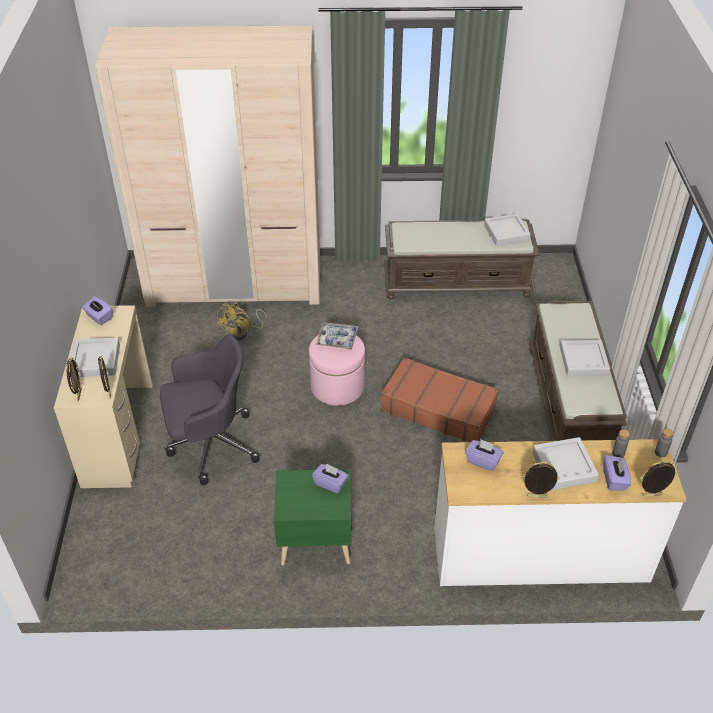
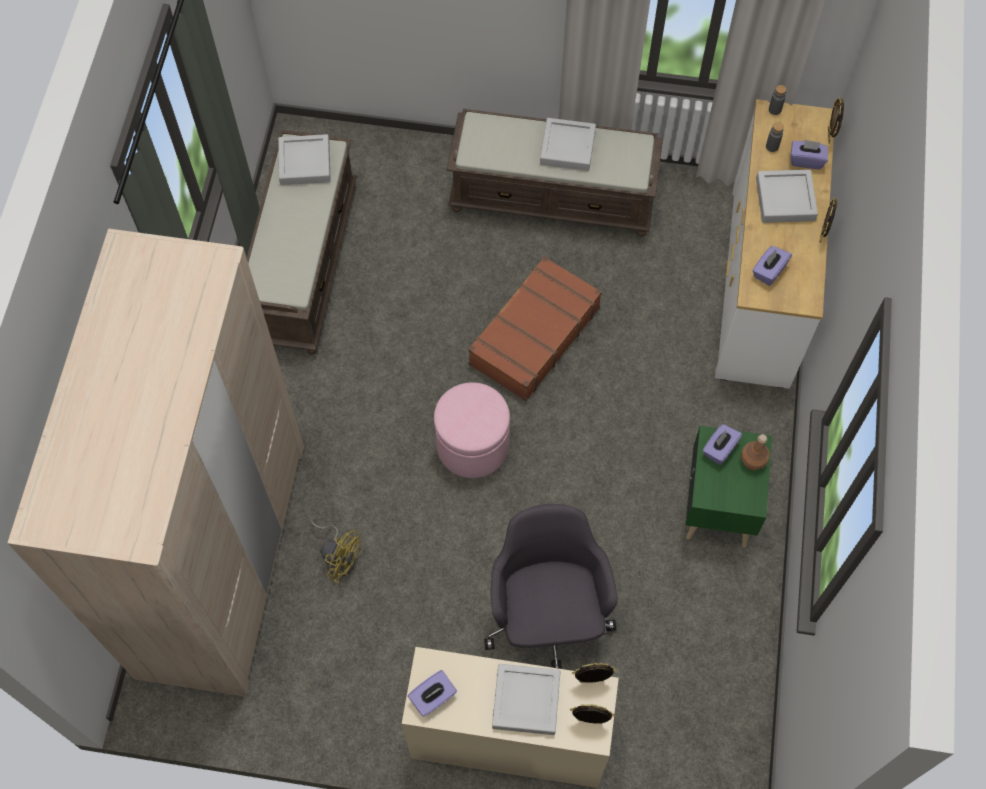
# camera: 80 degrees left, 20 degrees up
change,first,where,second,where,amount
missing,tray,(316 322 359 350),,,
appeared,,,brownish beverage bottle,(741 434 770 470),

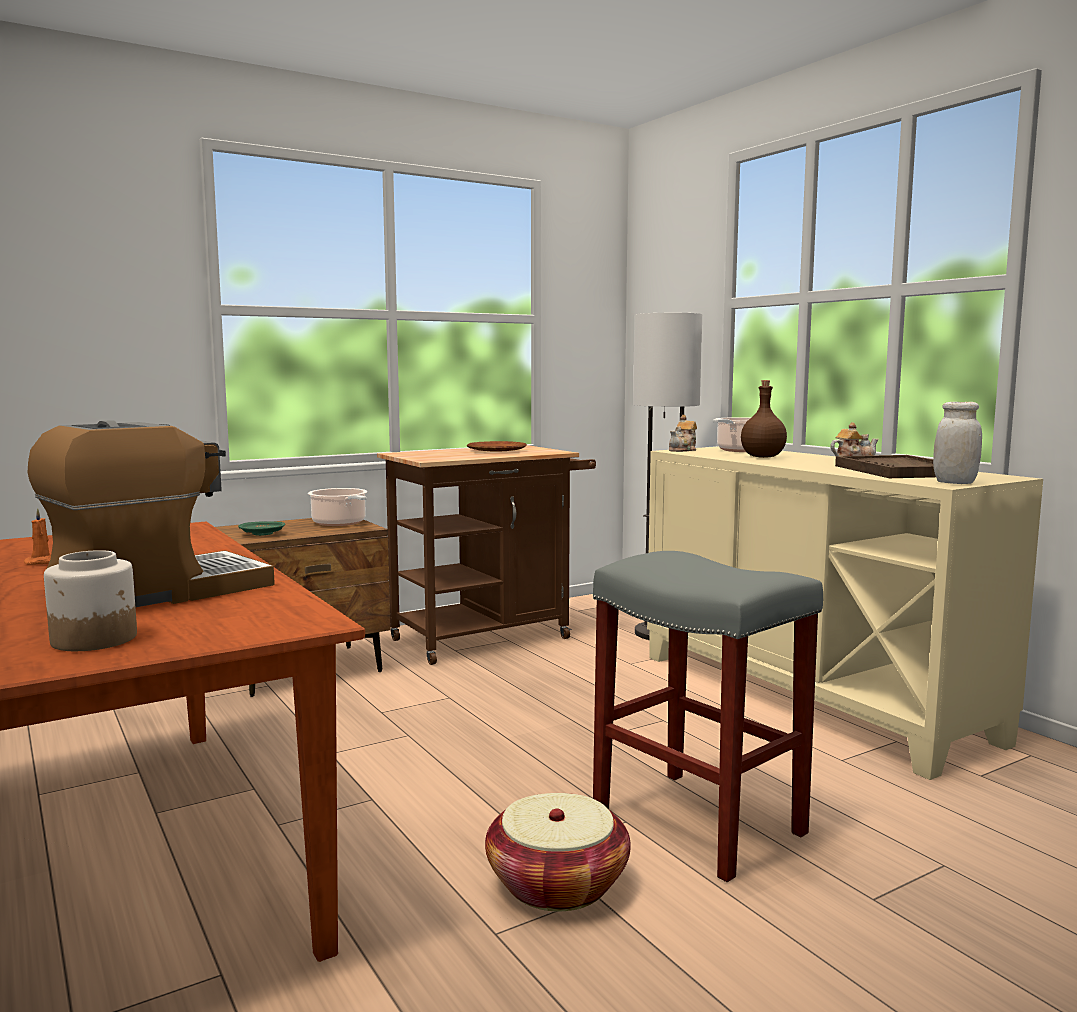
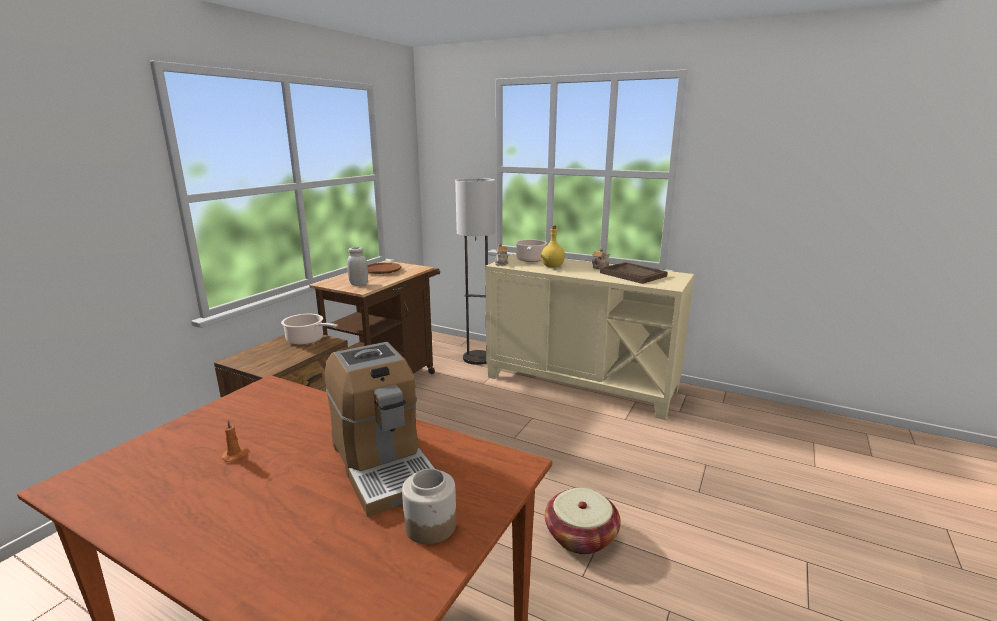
# camera: 30 degrees left, 10 degrees up
change,first,where,second,where,amount
missing,green dinner plate,(238 521 285 536),,,
missing,greyish stool,(593 551 823 882),,,
relocated,whitish preserve jar,(933 402 982 484),,(347 247 368 286),
colour,brownish beverage bottle,(741 380 787 458),yellow-coloured beverage bottle,(541 226 565 268),
spun,coffee machine,(28 420 275 607),,(325 342 435 517),135 degrees clockwise

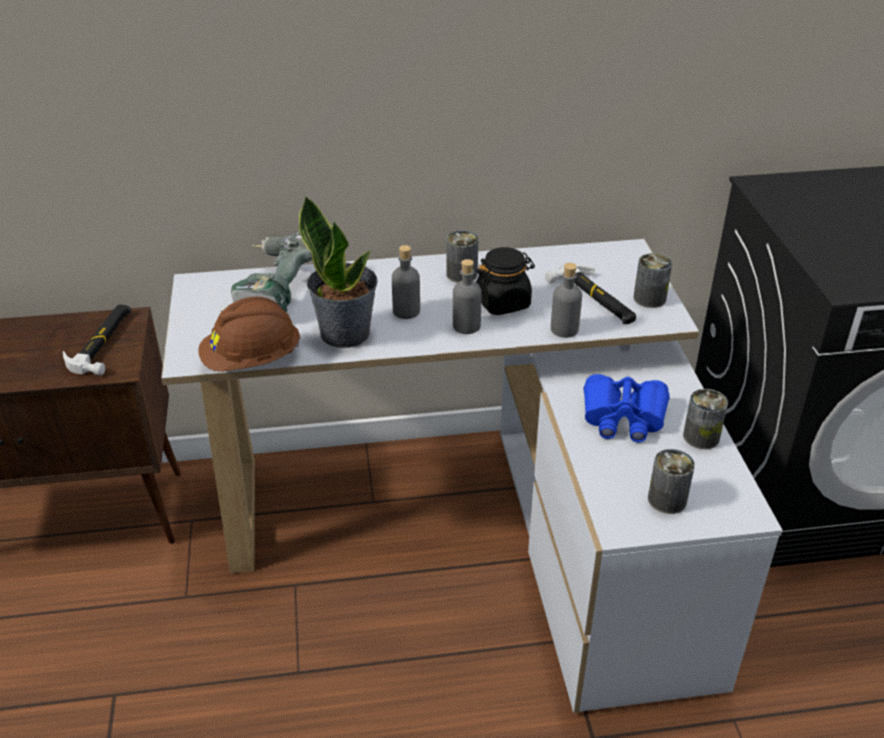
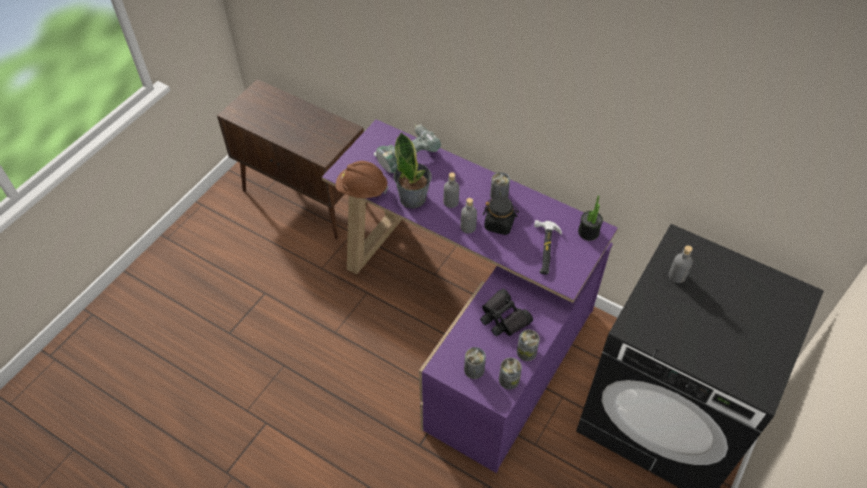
# camera: 40 degrees right, 15 degrees up
change,first,where,second,where,amount
missing,hand hammer,(63 305 131 375),,,
appeared,,,potted plant,(578 195 603 241),
relocated,greyish beverage bottle,(551 263 582 338),,(669 245 693 283),
relocated,can,(634 253 672 308),,(499 358 522 390),
colour,whitish desk table,(161 239 783 713),purplish desk table,(322 119 618 473),
colour,blue binoculars,(583 374 670 443),black-coloured binoculars,(480 289 533 336),

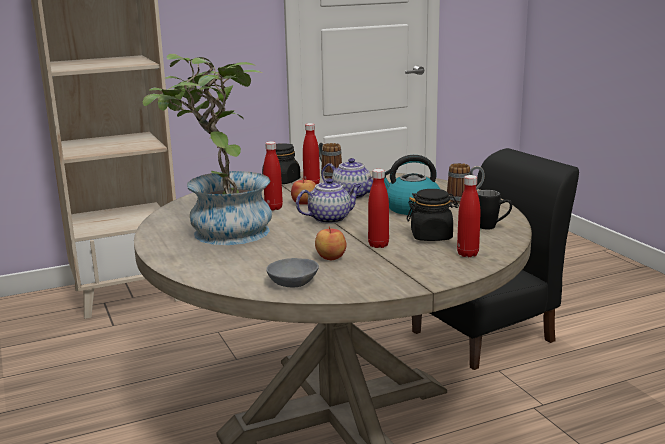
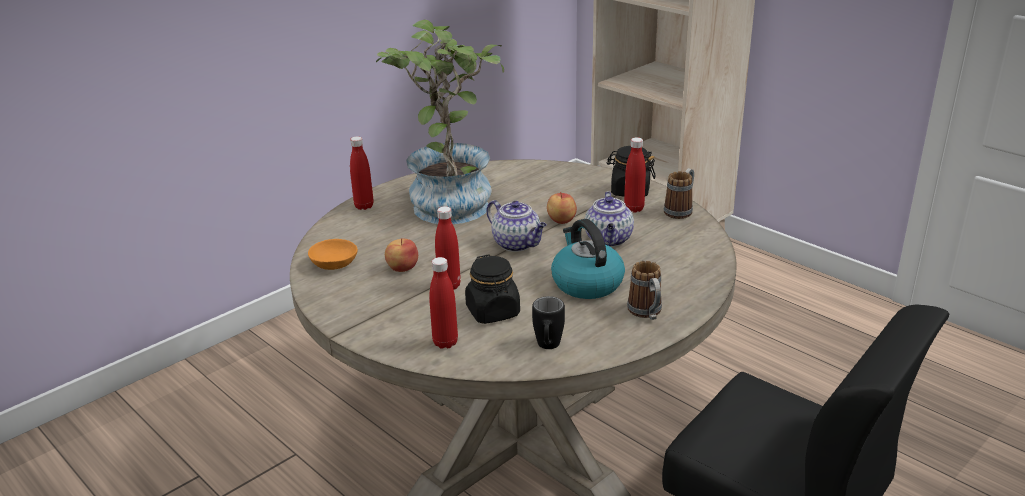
# camera: 70 degrees right, 10 degrees up
change,first,where,second,where,amount
relocated,reddish beverage bottle,(263 141 283 210),,(350 136 374 210),
colour,greyish serving bowl,(266 258 319 287),orange serving bowl,(308 239 358 270),

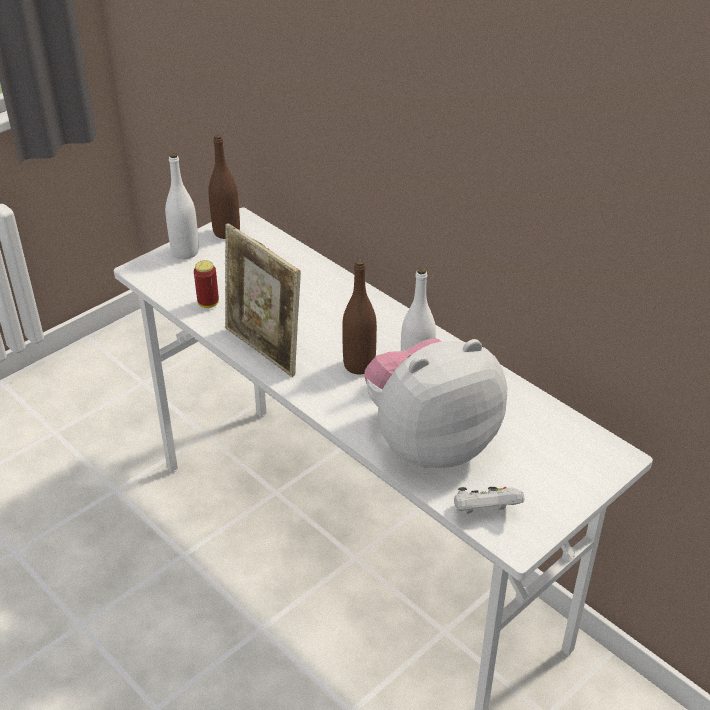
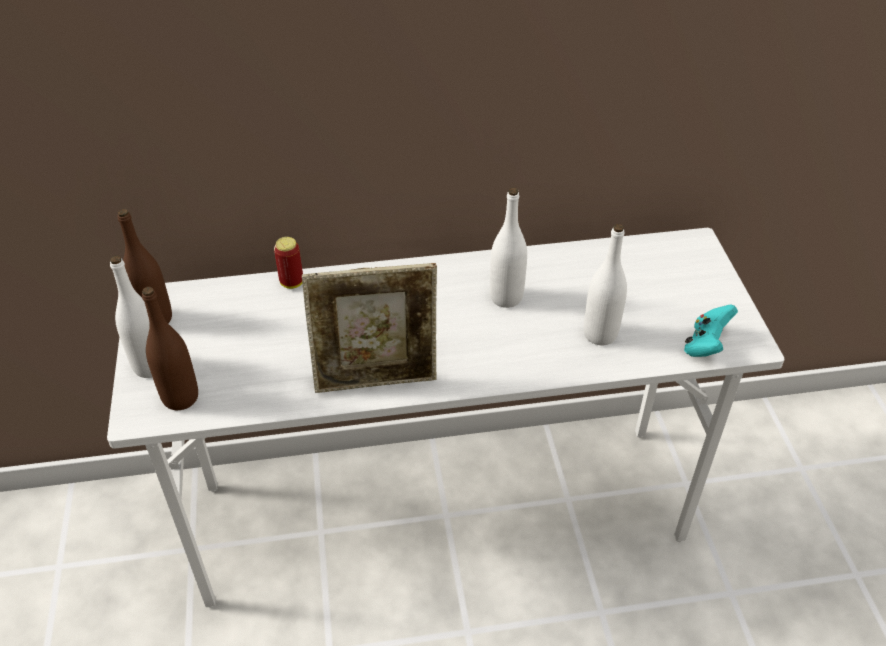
# camera: 55 degrees left, 5 degrees up
change,first,where,second,where,amount
relocated,can,(194 260 219 308),,(274 237 303 289),
relocated,brownish beverage bottle,(342 259 377 374),,(142 287 198 410),
exchanged,cuddly toy,(364 338 507 468),whitish beverage bottle,(584 224 627 345),
colour,whitish joypad,(454 487 524 514),turquoise joypad,(684 304 738 357),

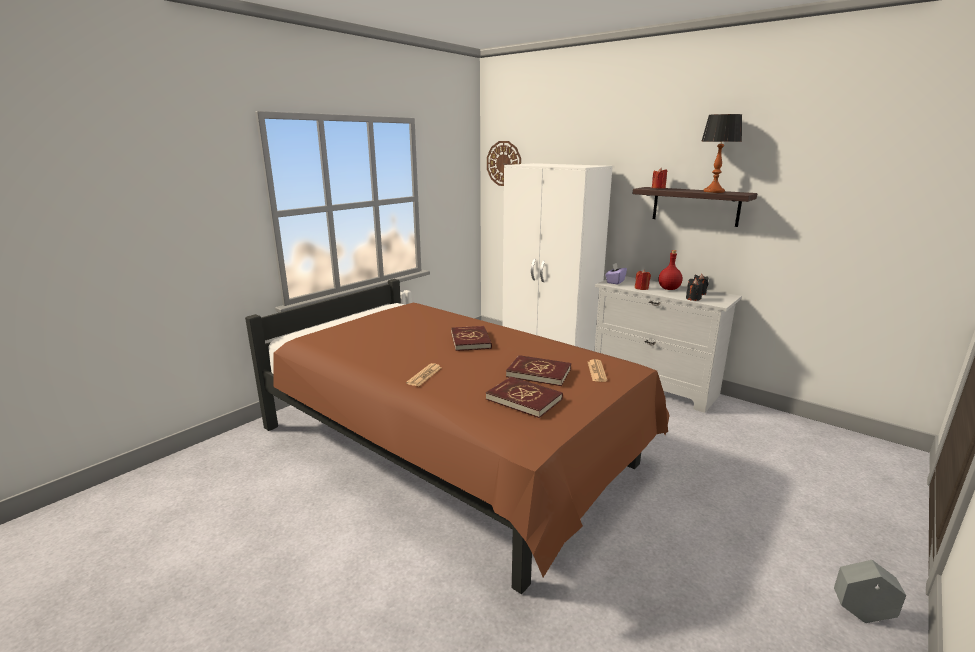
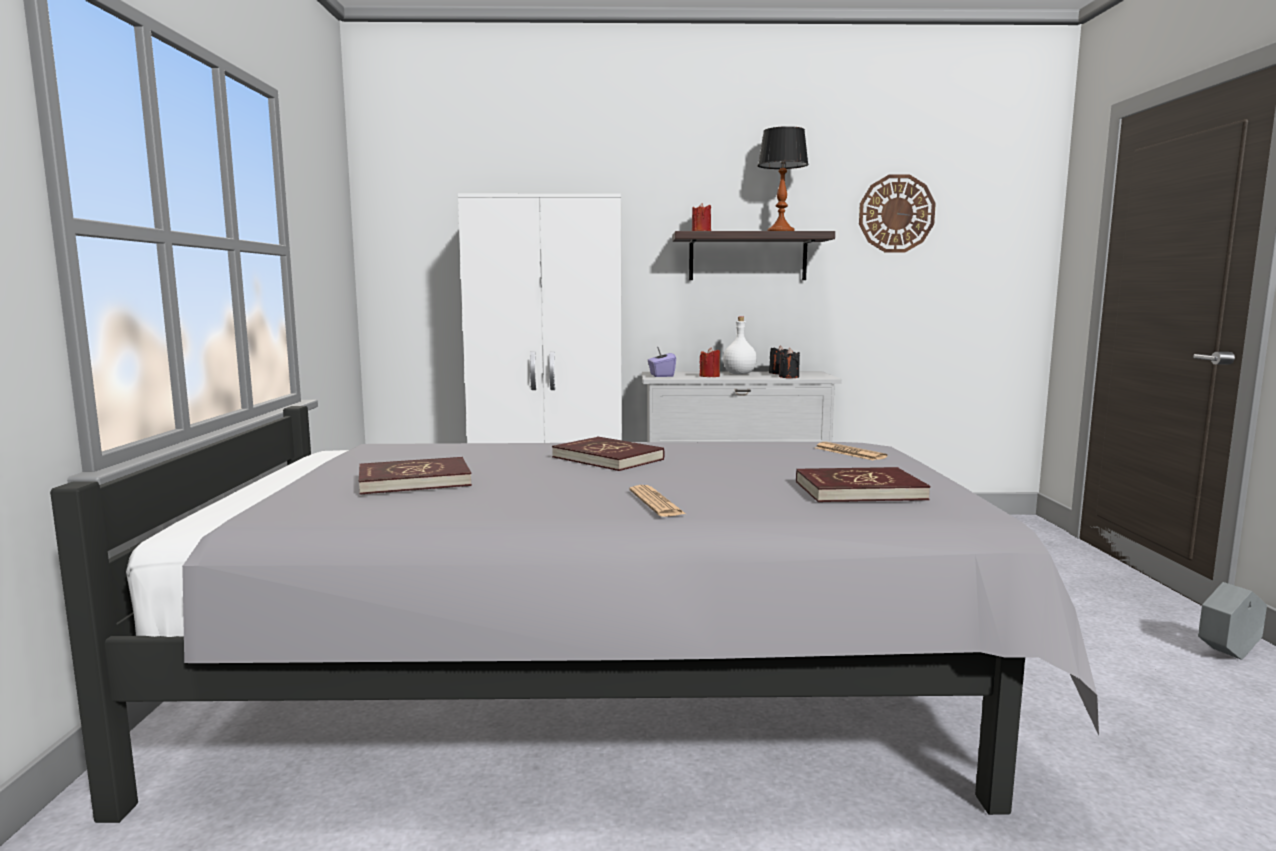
# camera: 40 degrees left, 10 degrees down
change,first,where,second,where,amount
relocated,wall clock,(487 141 521 186),,(859 174 936 253),
relocated,reddish volume,(506 355 571 386),,(359 457 472 495),
colour,brownish bed,(245 279 670 594),greyish bed,(50 406 1099 823),
colour,reddish beverage bottle,(659 250 682 290),whitish beverage bottle,(723 317 757 375),

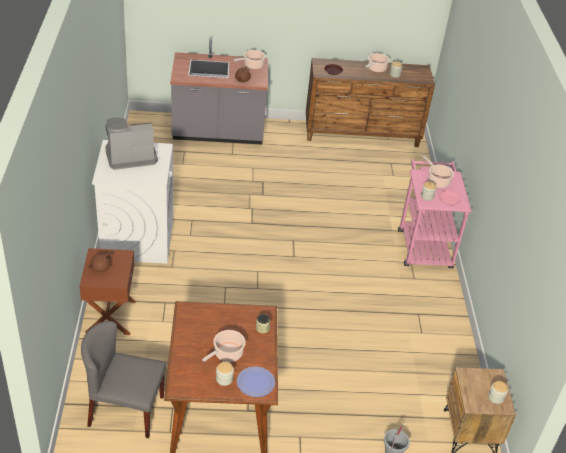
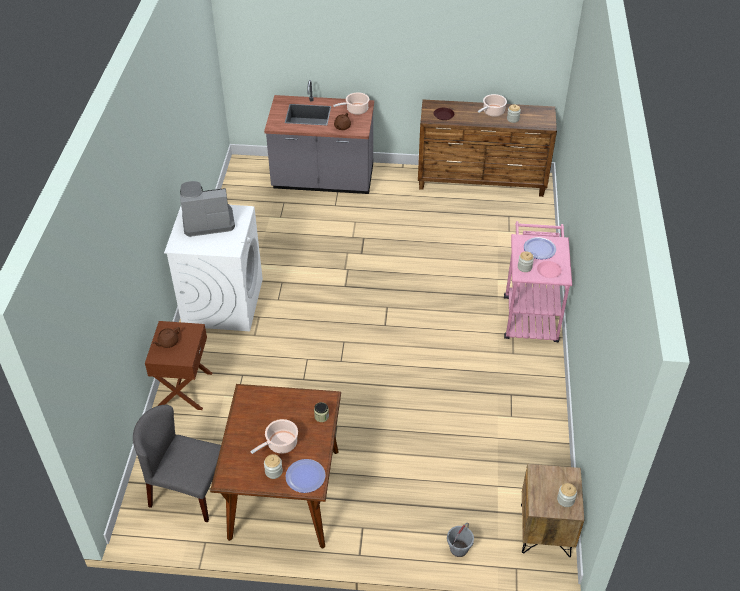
# camera: 10 degrees right, 5 degrees up
change,first,where,second,where,amount
exchanged,stockpot,(423 156 454 188),dinner plate,(524 237 556 259),

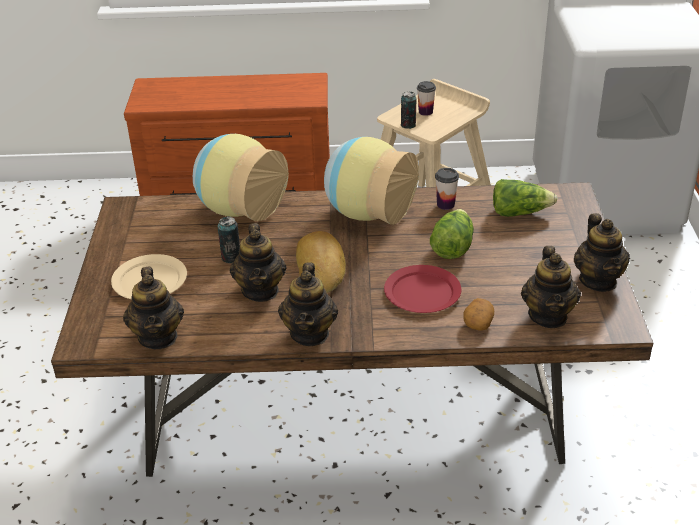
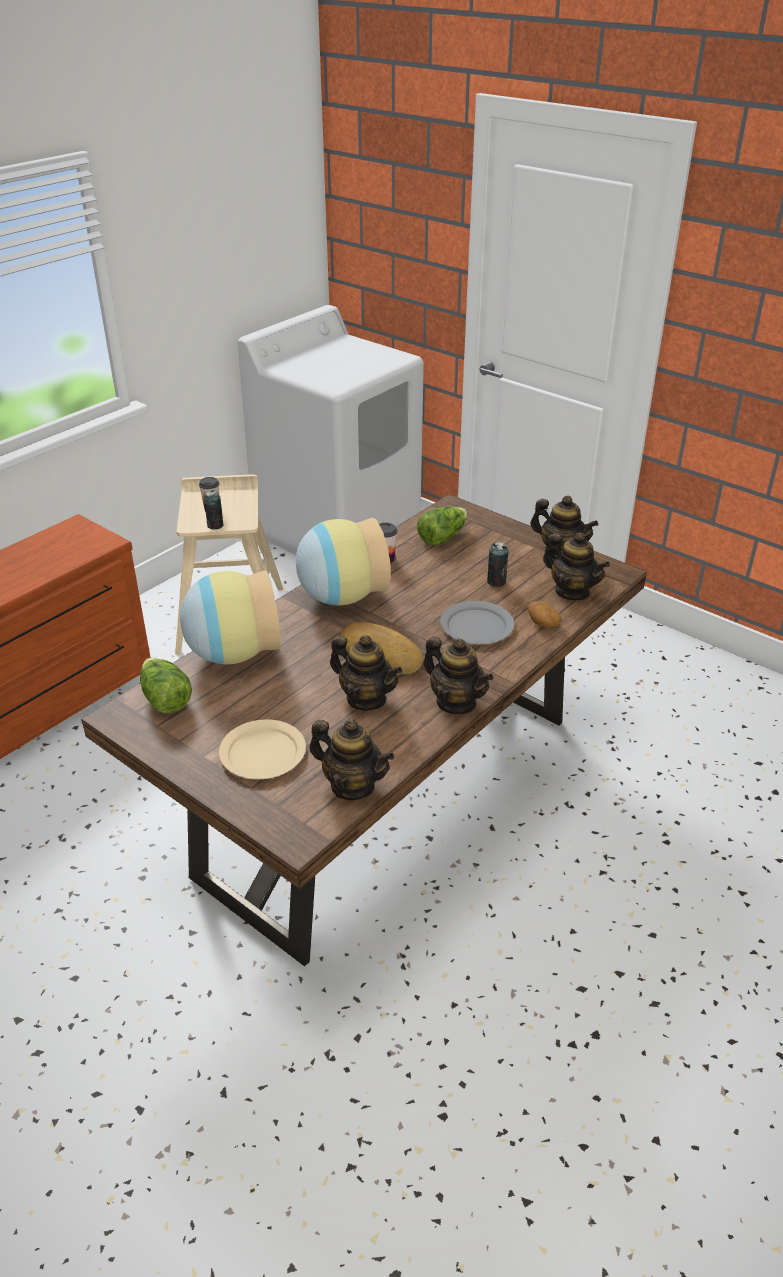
# camera: 50 degrees left, 0 degrees up
change,first,where,second,where,amount
relocated,can,(218 216 240 263),,(487 542 508 587),
relocated,lettuce,(430 209 474 259),,(140 658 192 713),
colour,reddish dinner plate,(384 265 461 313),greyish dinner plate,(440 601 514 644),

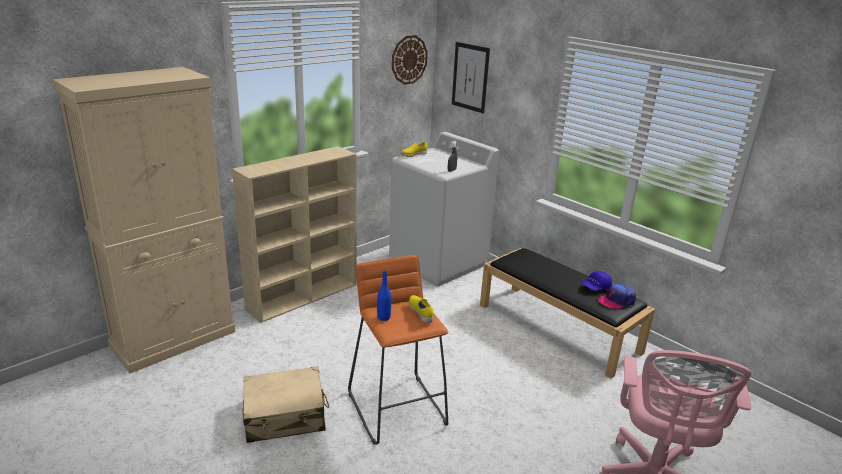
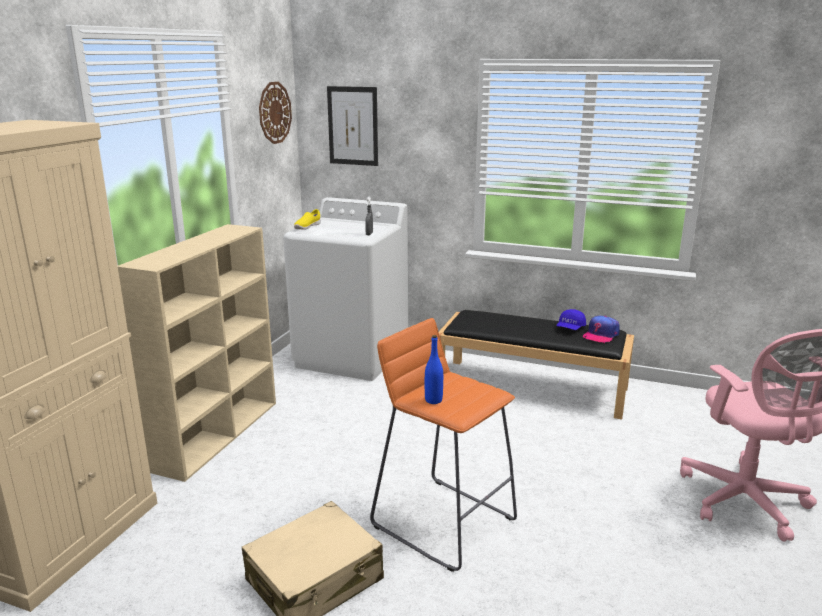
# camera: 25 degrees left, 5 degrees down
change,first,where,second,where,amount
missing,yellow-coloured item of footwear,(409 295 433 323),,,

